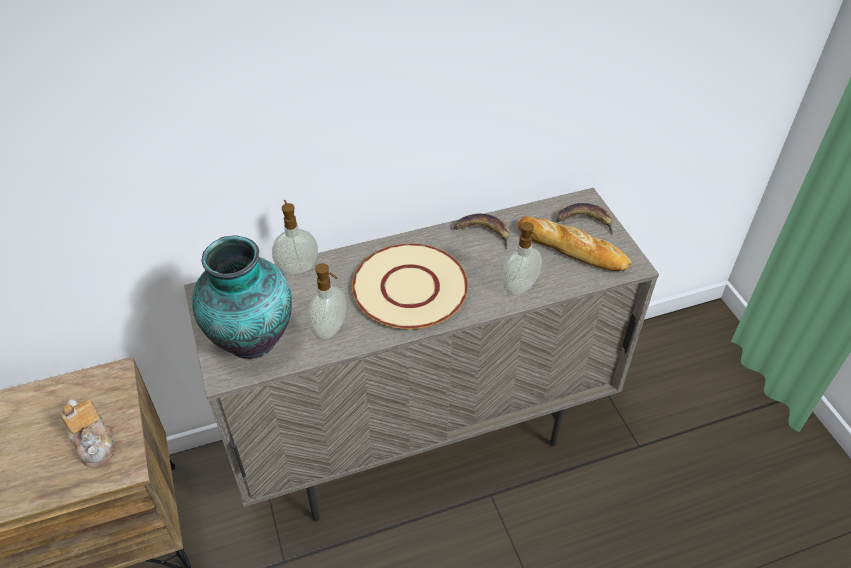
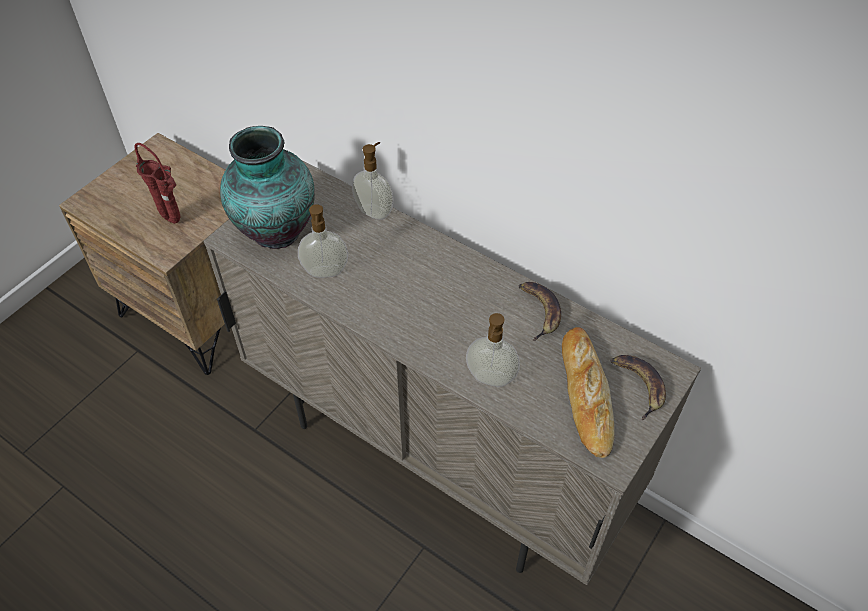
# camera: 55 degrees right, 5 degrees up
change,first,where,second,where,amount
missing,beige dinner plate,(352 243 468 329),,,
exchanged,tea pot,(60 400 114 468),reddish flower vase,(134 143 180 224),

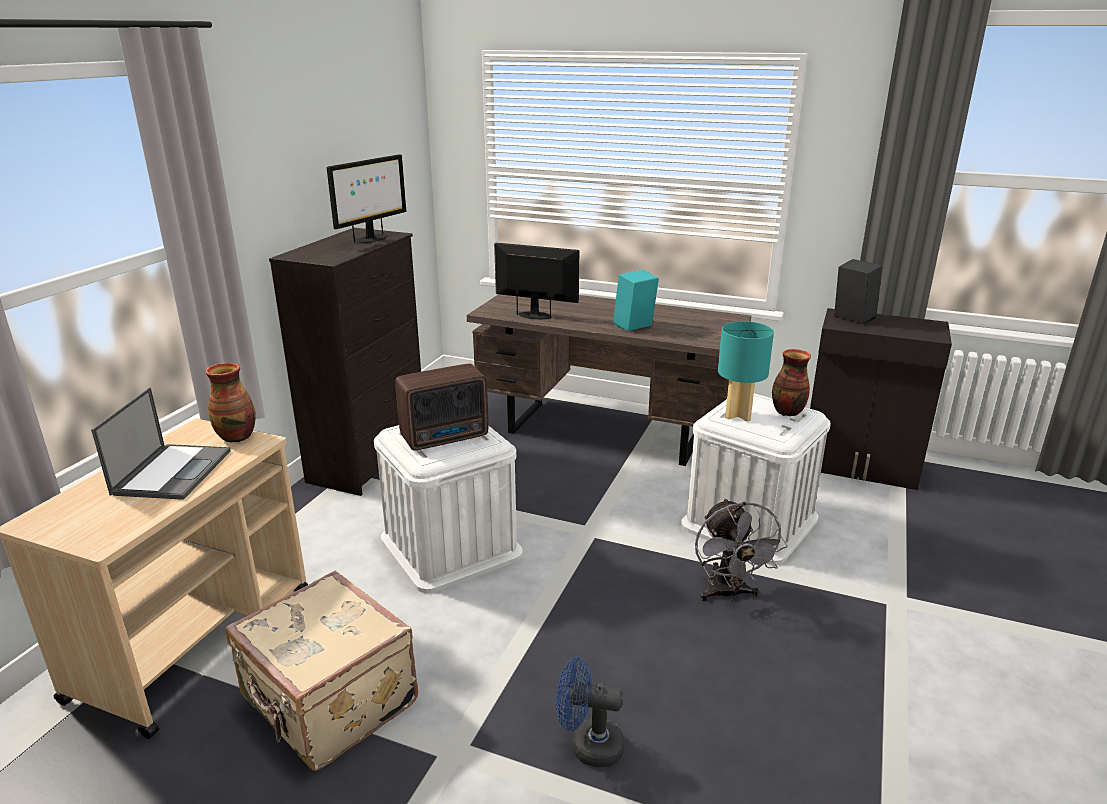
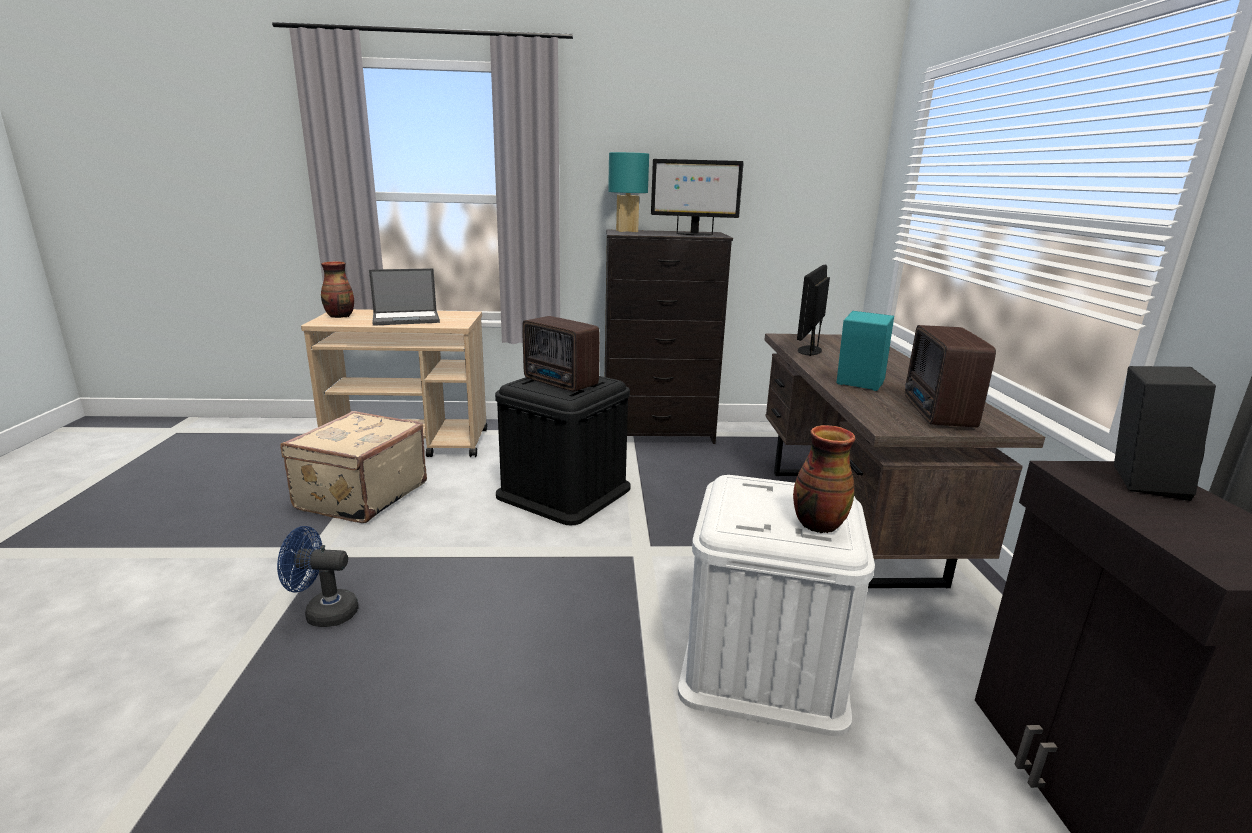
# camera: 65 degrees right, 5 degrees down
change,first,where,second,where,amount
missing,greyish fan,(695 498 787 601),,,
appeared,,,radio receiver,(905 325 996 428),
relocated,flower vase,(205 363 256 443),,(321 261 354 318),
relocated,turquoise tabletop lamp,(718 321 774 422),,(608 152 649 232),
colour,whitish storage container,(374 425 523 593),black-coloured storage container,(495 376 631 525),
spun,computer screen,(494 243 579 319),,(797 265 830 356),150 degrees counterclockwise
spun,blue fan,(556 657 624 768),,(277 526 359 627),75 degrees counterclockwise

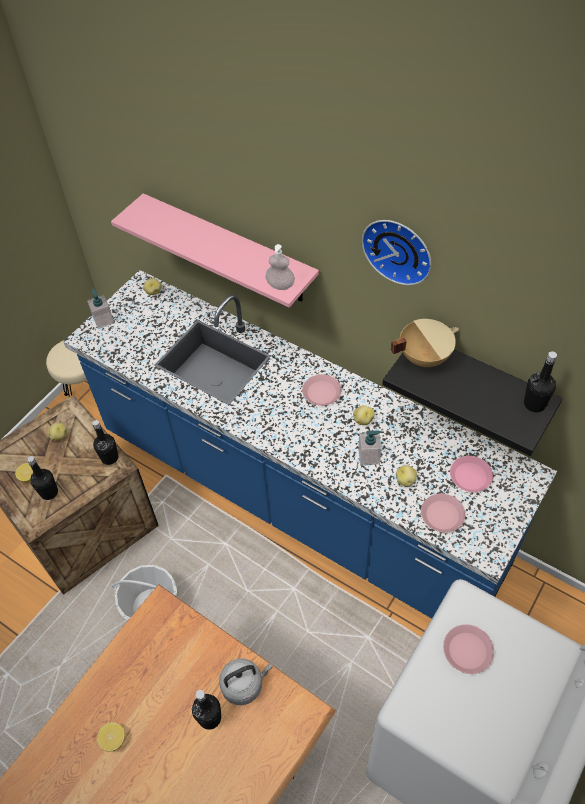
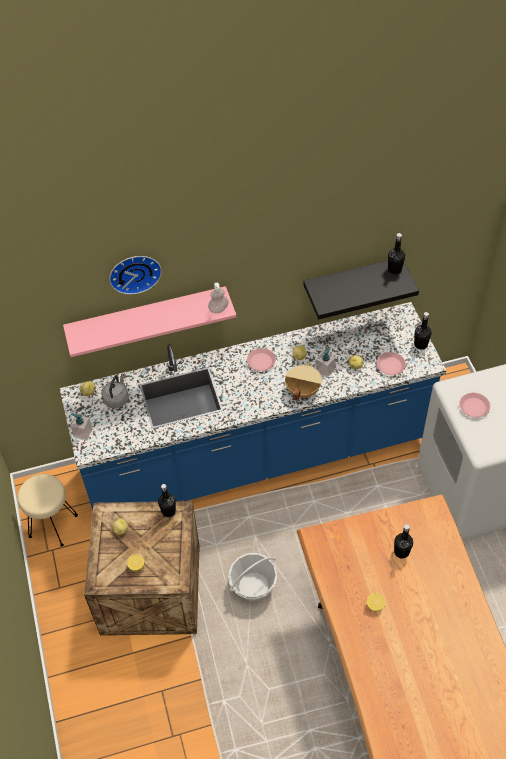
# camera: 50 degrees left, 0 degrees up
change,first,where,second,where,amount
missing,pink dinner plate,(450 456 493 492),,,
relocated,black-coloured beverage bottle,(27 456 58 500),,(414 312 432 350),
relocated,greyish water kettle,(219 658 273 705),,(101 374 129 408),
relocated,wall clock,(362 220 432 285),,(109 256 162 295),
relocated,beige stockpot,(390 319 459 367),,(285 362 322 401),

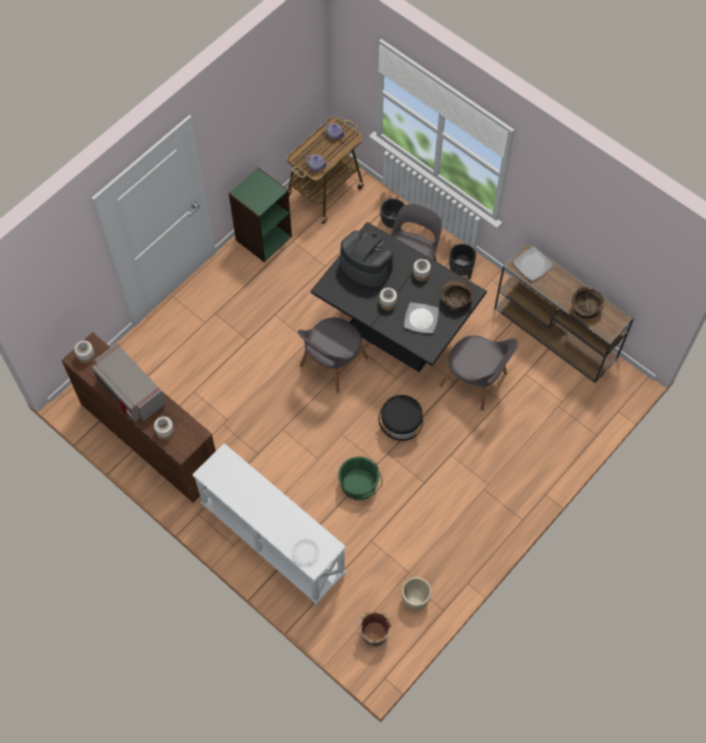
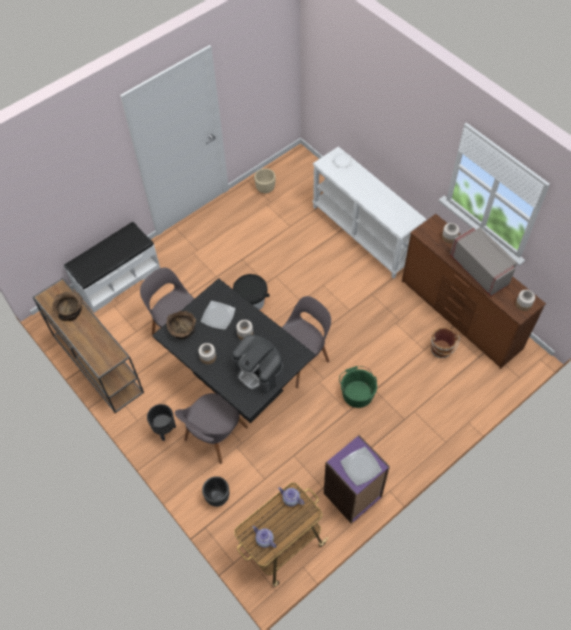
# camera: 170 degrees left, 5 degrees down
change,first,where,second,where,amount
appeared,,,whitish long seat,(64 222 160 313),
relocated,green pail,(338 456 383 500),,(339 366 377 408),
relocated,brownish pail,(357 611 391 647),,(431 327 460 358),
relocated,dinner plate,(513 247 553 281),,(341 447 382 486),
colour,green bookcase,(229 167 292 262),purplish bookcase,(324 435 390 524),

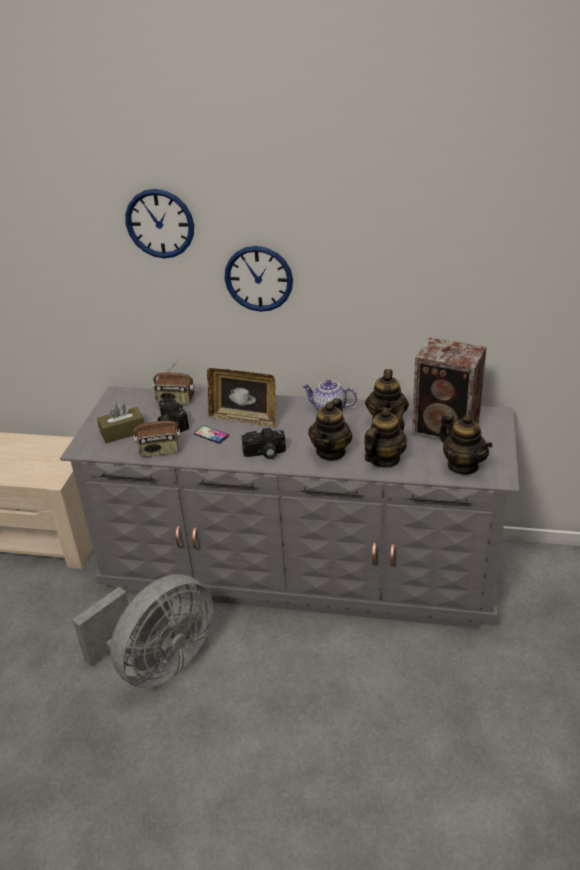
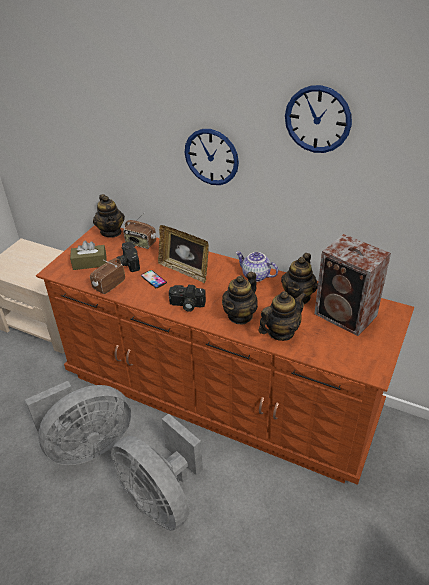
# camera: 15 degrees right, 5 degrees up
change,first,where,second,where,amount
appeared,,,greyish fan,(111 413 203 531),
relocated,wall clock,(125 189 194 258),,(285 85 352 153),
relocated,tea pot,(439 413 493 474),,(93 194 125 238),
colour,greyish dresser,(60 386 519 629),brownish dresser,(36 225 414 485),
spun,radio receiver,(134 407 181 457),,(90 258 125 294),120 degrees clockwise

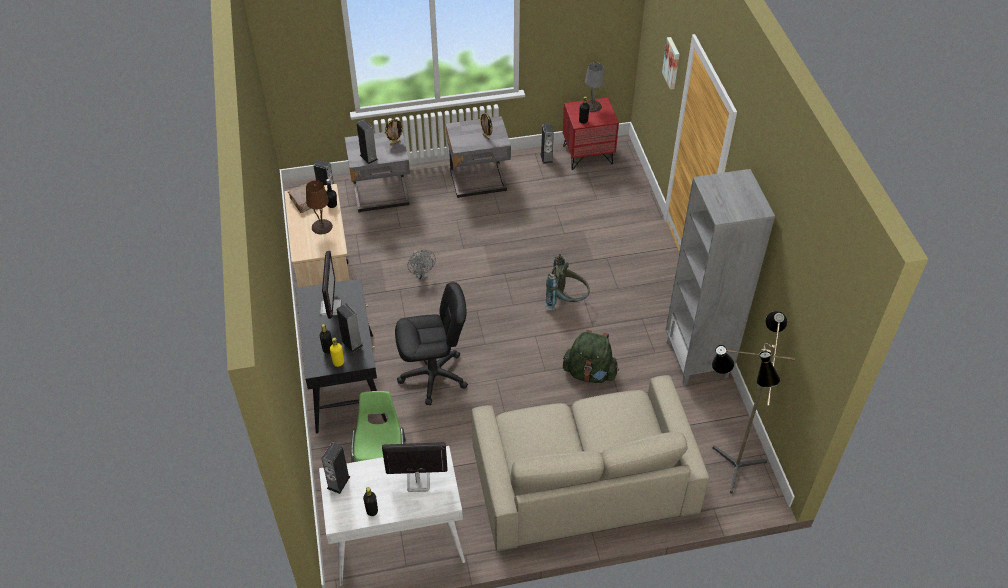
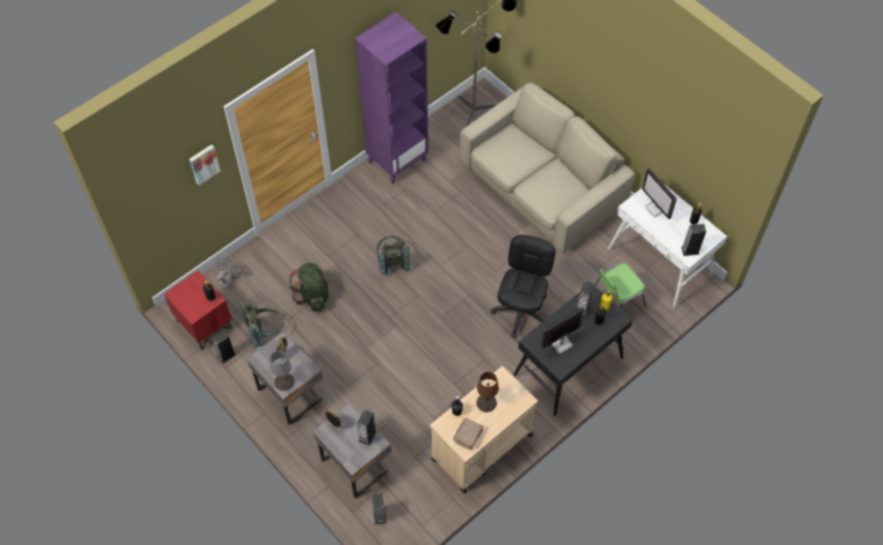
# camera: 120 degrees left, 10 degrees up
change,first,where,second,where,amount
appeared,,,greyish rucksack,(241 303 284 350),
relocated,greyish fan,(408 250 436 280),,(216 257 239 289),
relocated,green rucksack,(563 330 619 383),,(289 263 331 312),
relocated,greyish tabletop lamp,(585 62 604 112),,(270 351 294 391),
colour,greyish bookcase,(666 169 775 386),purplish bookcase,(355 12 428 184),
spun,black-coloured desk chair,(395 282 468 405),,(490 235 556 338),60 degrees clockwise

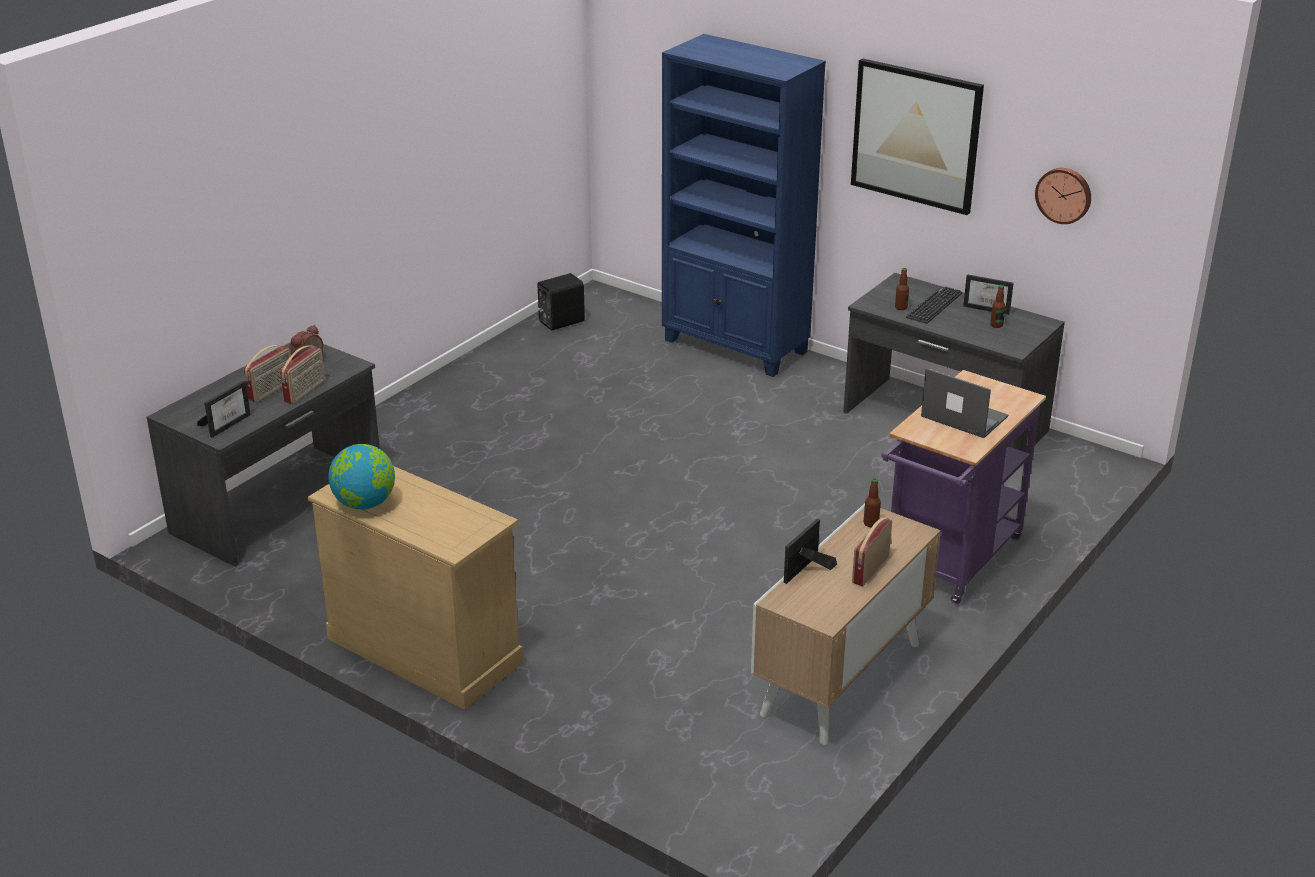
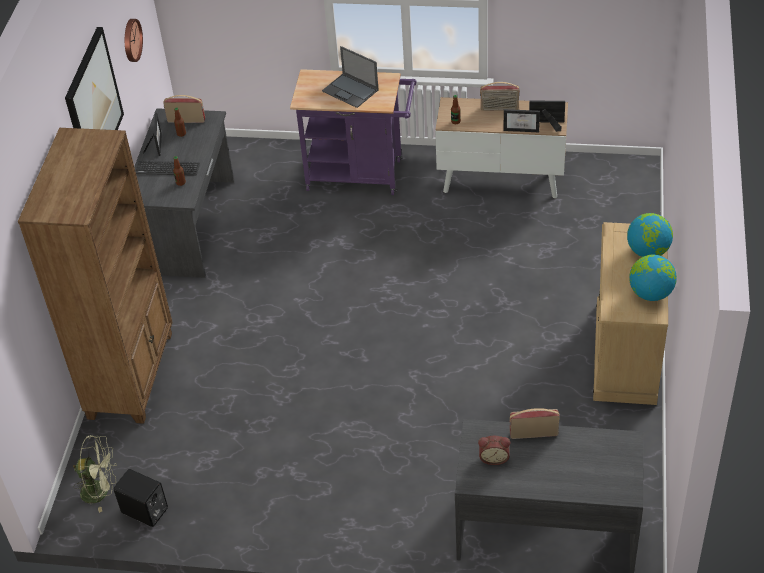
# camera: 115 degrees left, 15 degrees up
change,first,where,second,where,amount
appeared,,,green fan,(73 435 117 513),
appeared,,,world globe,(627 213 673 257),
relocated,picture frame,(197 381 251 438),,(529 101 565 132),
relocated,radio receiver,(244 345 292 402),,(163 95 205 123),
colour,blue bookcase,(662 34 826 377),brownish bookcase,(18 128 173 424),
spun,portable computer,(921 368 1008 438),,(322 46 379 108),60 degrees counterclockwise

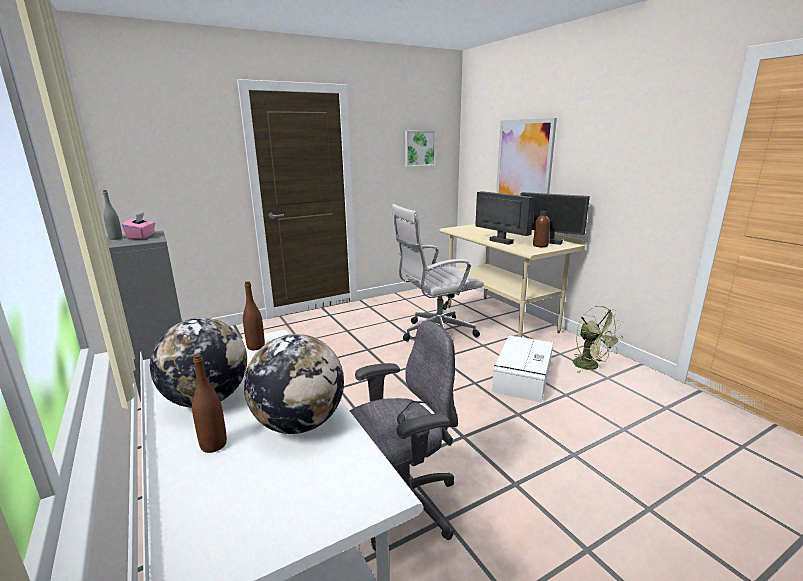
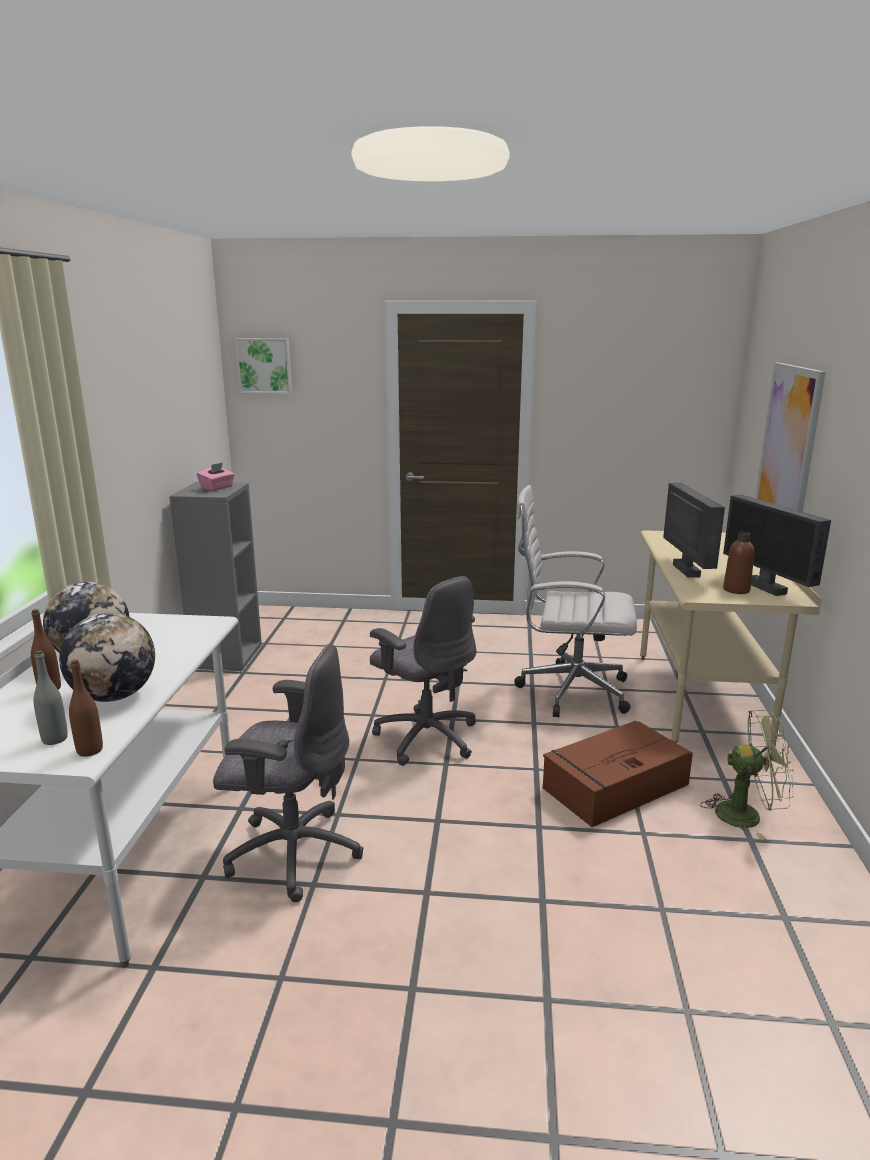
# camera: 35 degrees right, 0 degrees up
change,first,where,second,where,amount
appeared,,,greyish desk chair,(370 576 476 766),
relocated,greyish beverage bottle,(103 190 122 240),,(33 650 68 745),
relocated,brownish beverage bottle,(243 281 265 350),,(69 659 103 757),
relocated,picture,(405 131 436 167),,(235 338 292 394),
colour,whitish storage container,(492 335 553 403),brownish storage container,(543 721 693 827),
spun,green fan,(573 306 622 373),,(700 710 794 840),90 degrees counterclockwise

